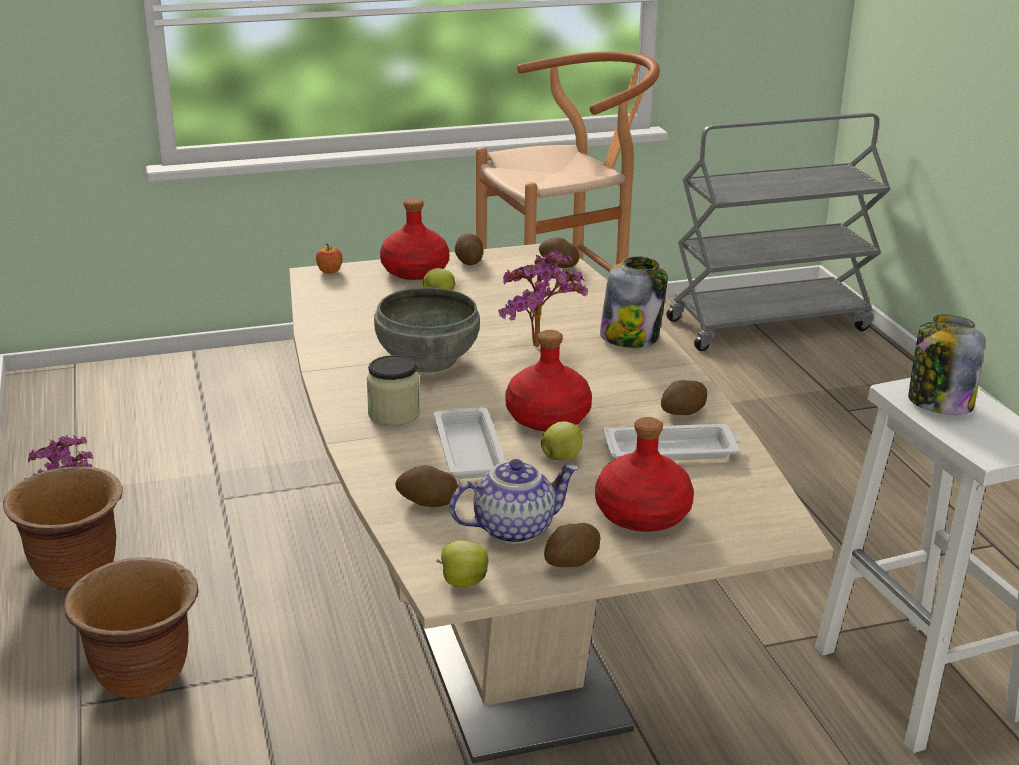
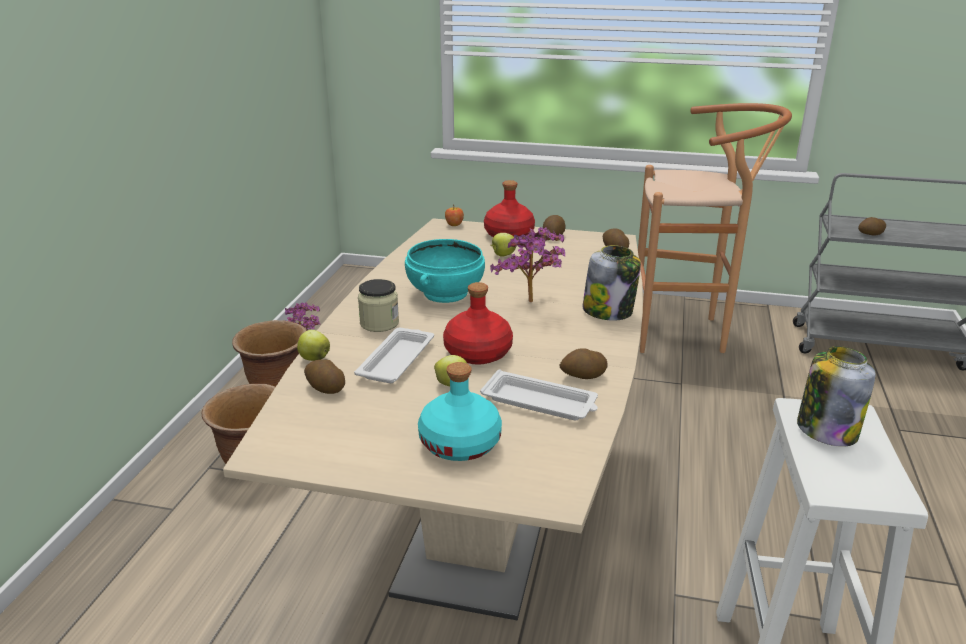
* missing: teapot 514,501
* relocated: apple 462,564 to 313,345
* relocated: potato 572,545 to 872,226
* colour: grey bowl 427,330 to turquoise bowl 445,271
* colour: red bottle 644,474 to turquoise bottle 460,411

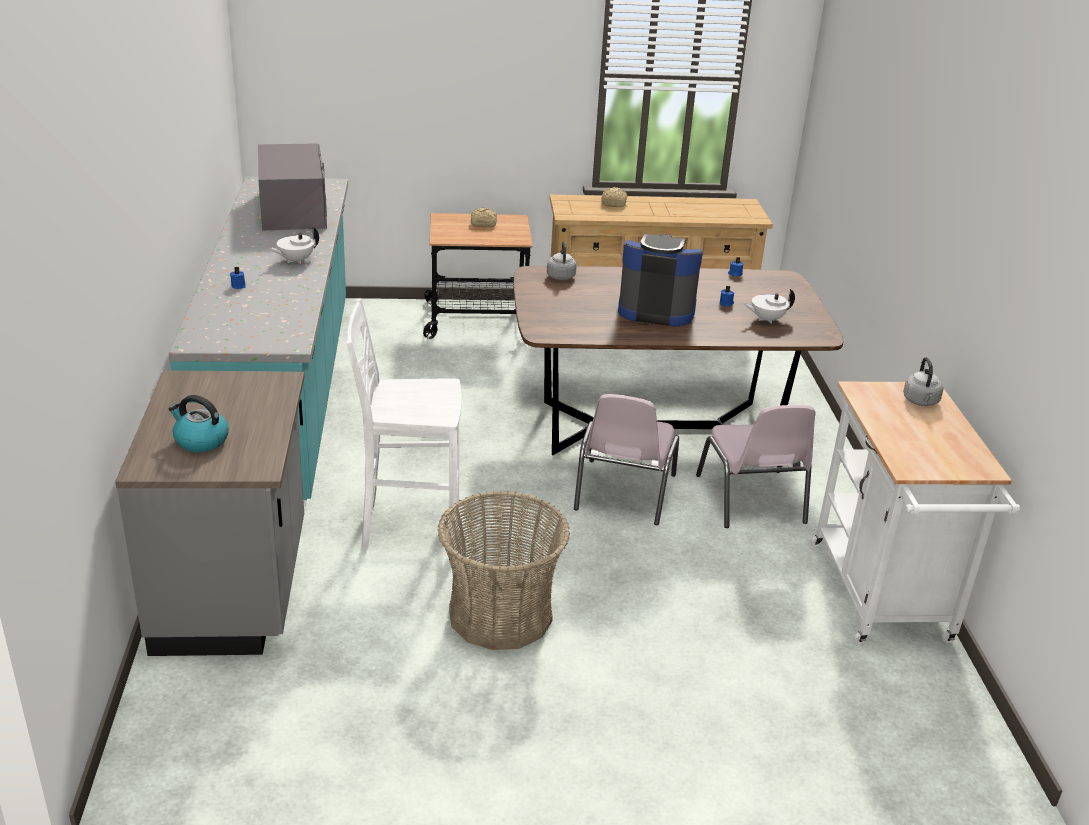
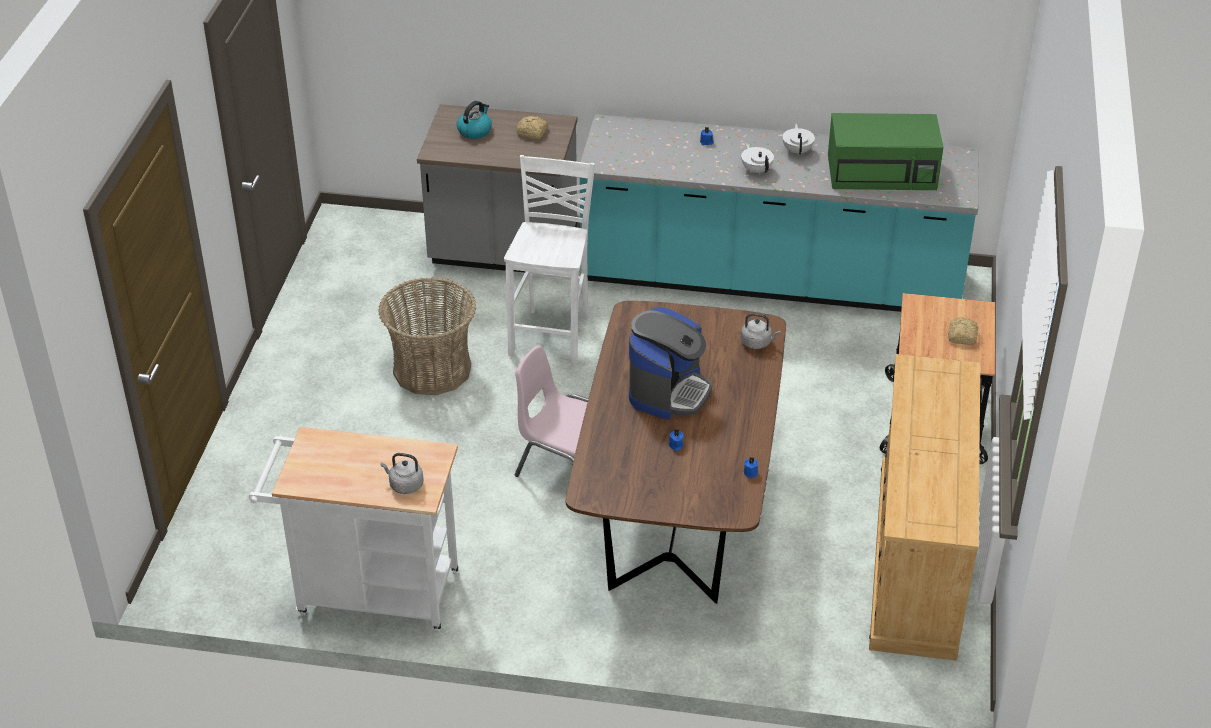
* missing: pink chair 755,466
* relocated: bread 614,197 to 532,127
* relocated: white teapot 769,306 to 798,139
* colour: grey microwave 292,187 to green microwave 885,151

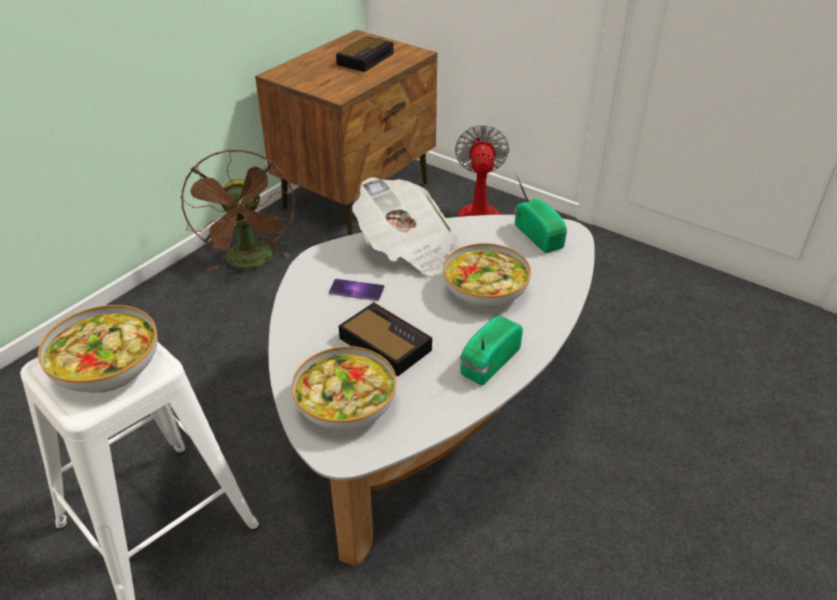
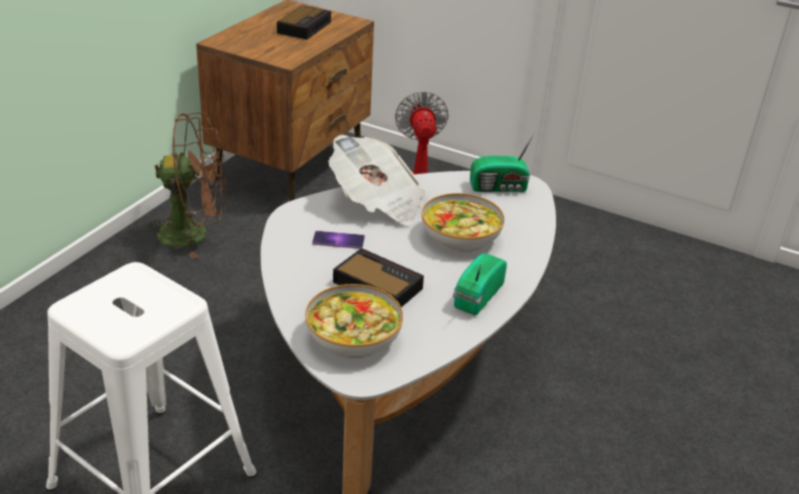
* missing: bowl 97,349
* spun: brown fan 237,210 = 186,185 75 degrees counterclockwise
* spun: radio 541,213 = 502,163 120 degrees clockwise

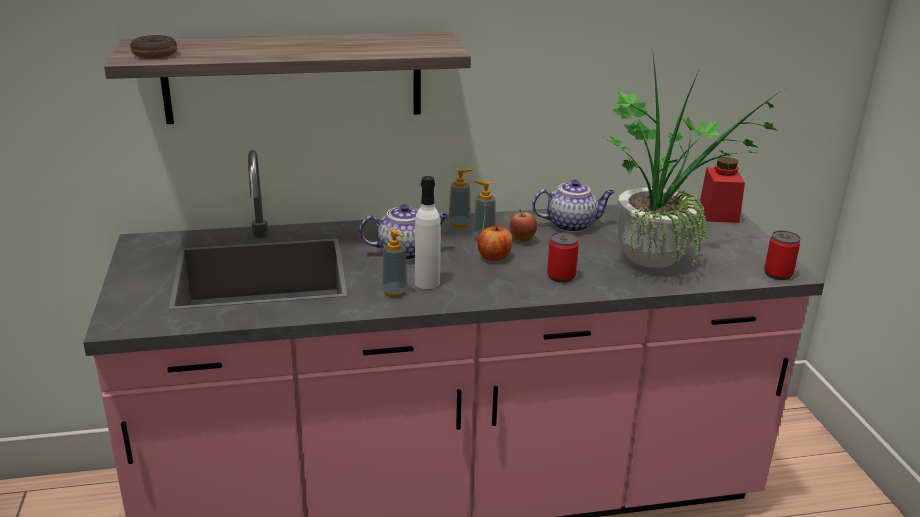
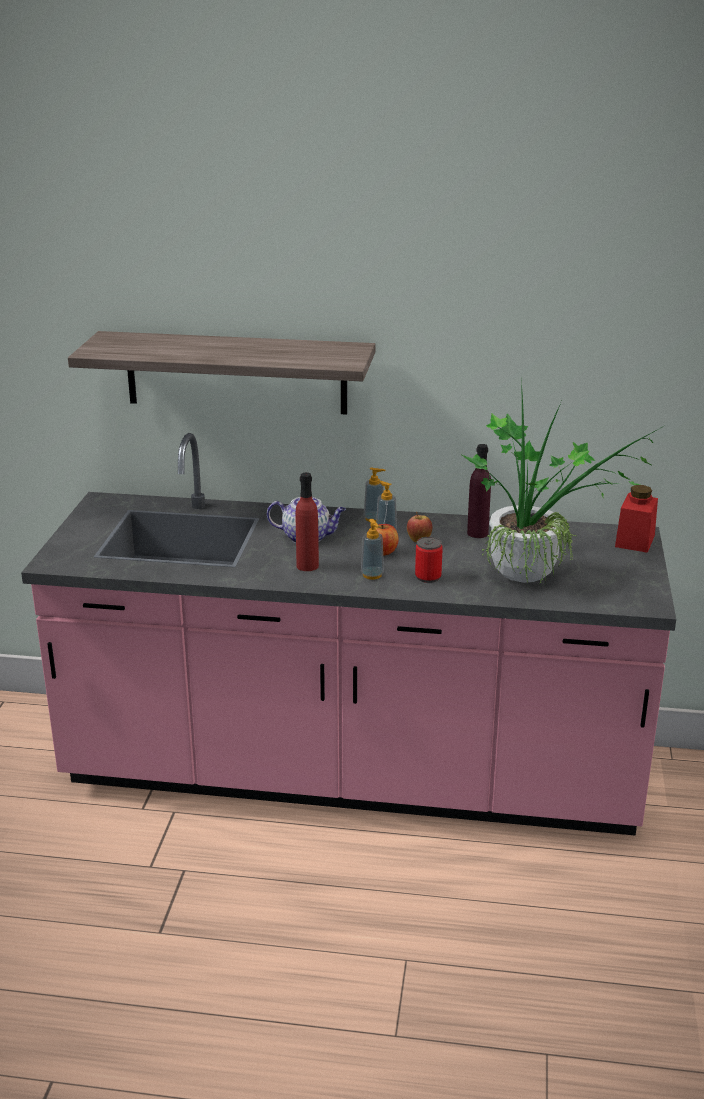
* missing: donut 153,46
* missing: can 782,255
* relocated: soap dispenser 395,262 to 372,549
* exchanged: teapot 573,206 to purple bottle 479,491
* colour: white bottle 428,232 to red bottle 307,522

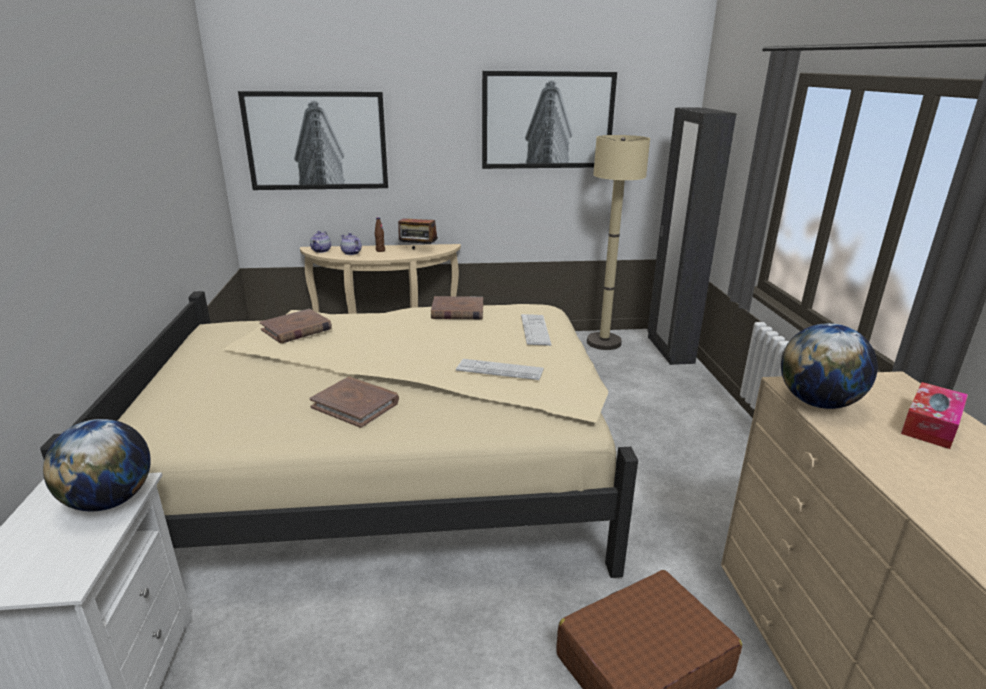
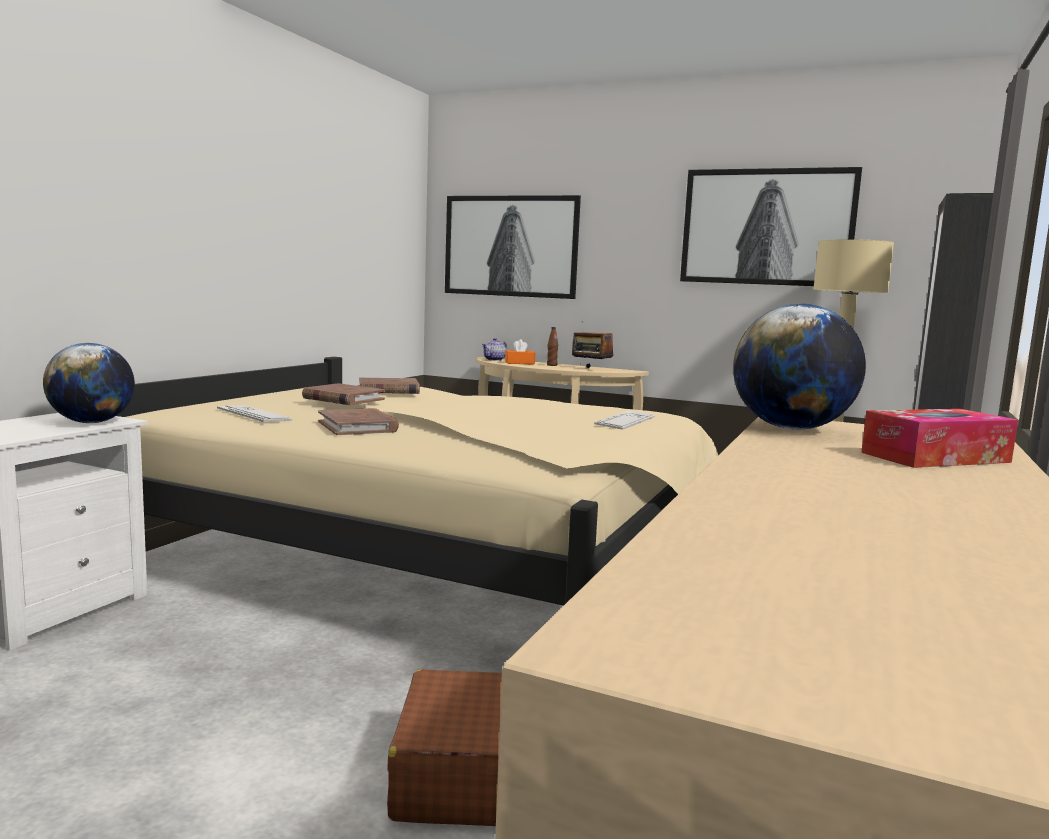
* relocated: brown book 457,307 to 343,394
* relocated: keyboard 500,369 to 254,413
* exchanged: teapot 351,244 to orange tissue box 520,352

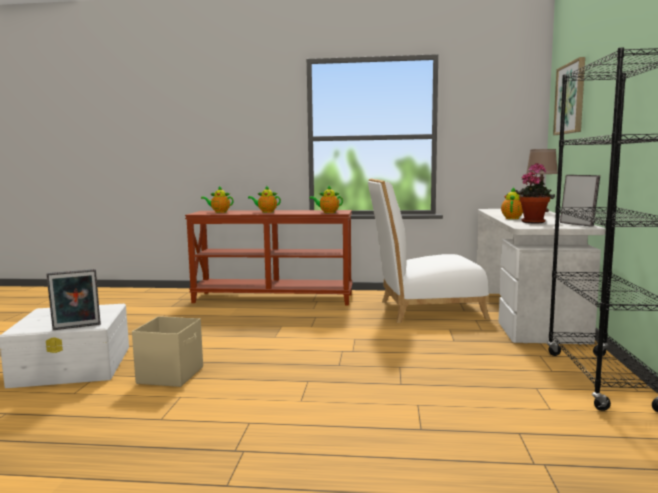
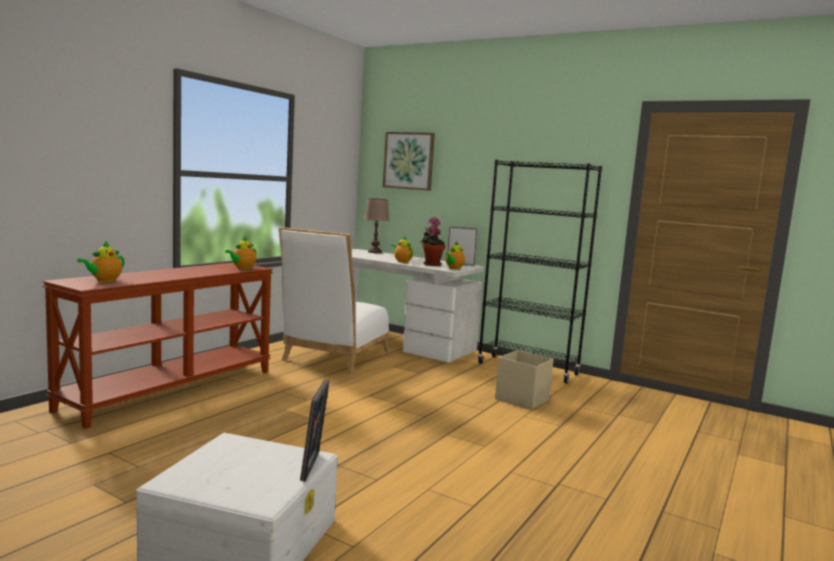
* relocated: beige storage box 167,351 to 524,380
* relocated: teapot 264,199 to 455,255

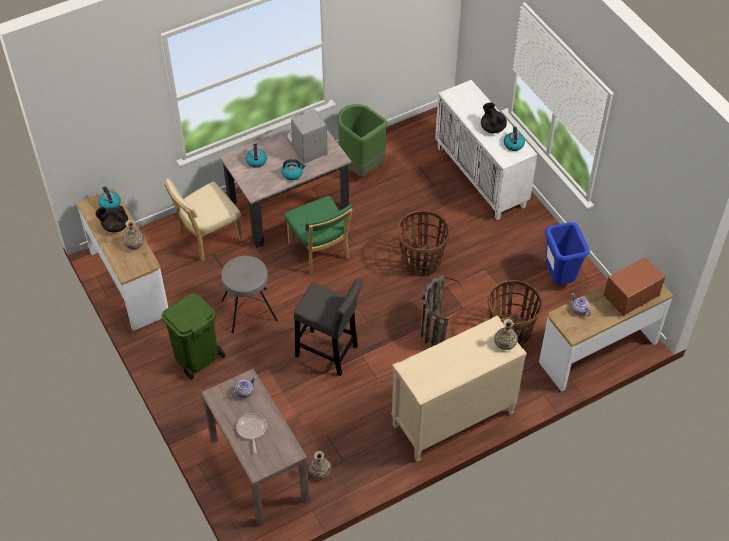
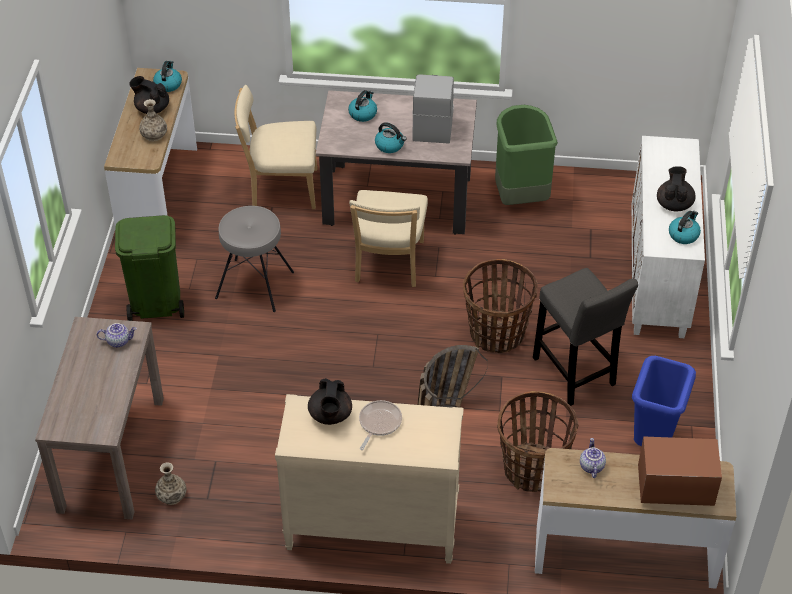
* missing: vase 506,334
* appeared: black teapot 330,401
* relocated: frying pan 251,433 to 380,425
* relocated: grey stool 328,327 to 585,337
* colour: green chair 319,235 to beige chair 388,238

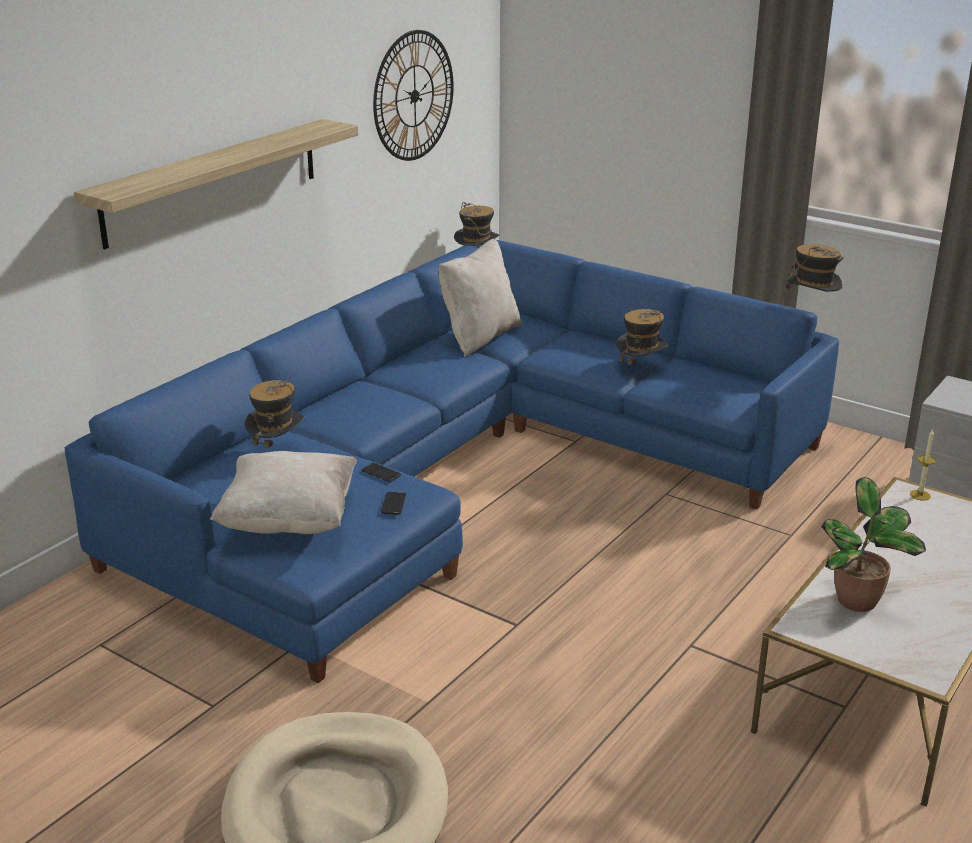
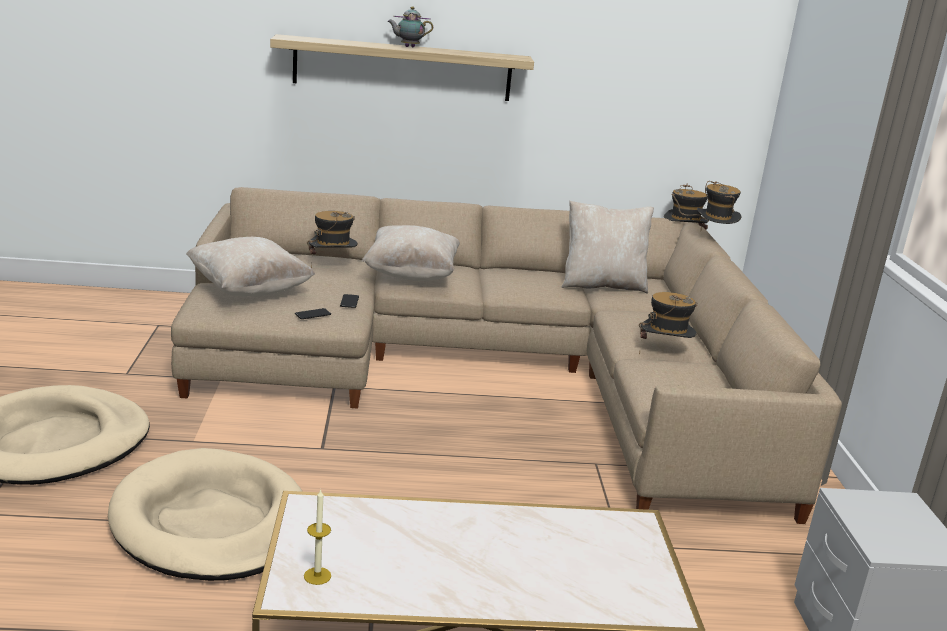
* missing: wall clock 413,95
* missing: potted plant 874,544
* appeared: beige dog bed 205,514
* appeared: beige pillow 411,253
* appeared: teapot 410,27
* relocated: hat 813,274 to 719,202
* relocated: candle 923,464 to 317,537
* colour: blue sofa 452,461 to beige sofa 506,355

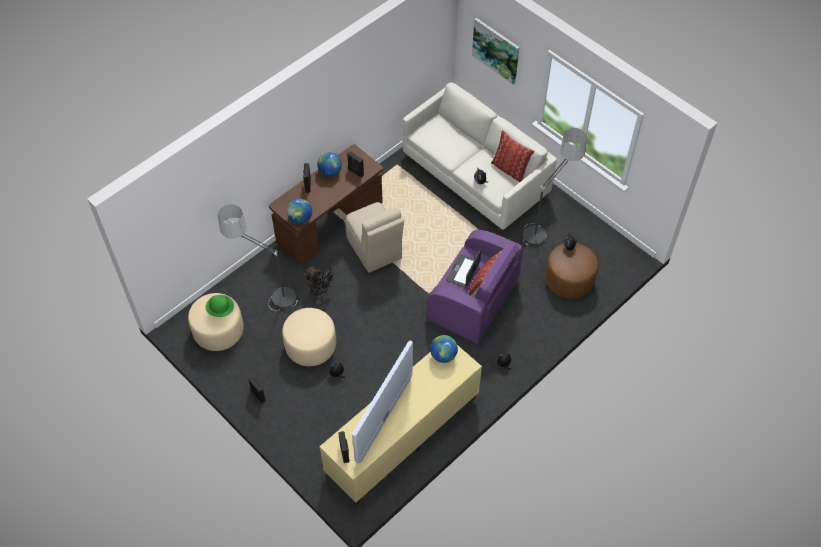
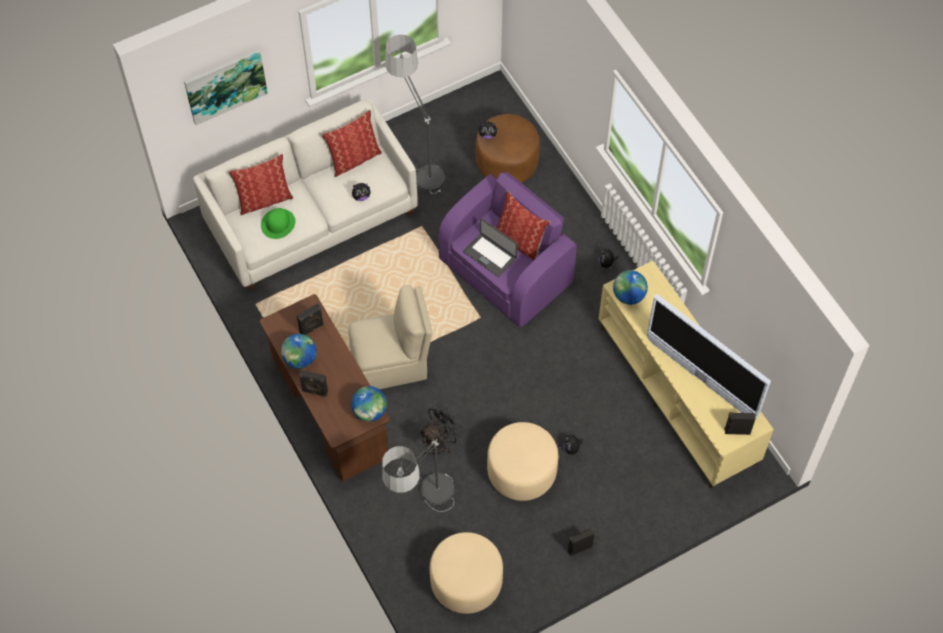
* appeared: pillow 260,184
* relocated: green hat 219,306 to 278,223

